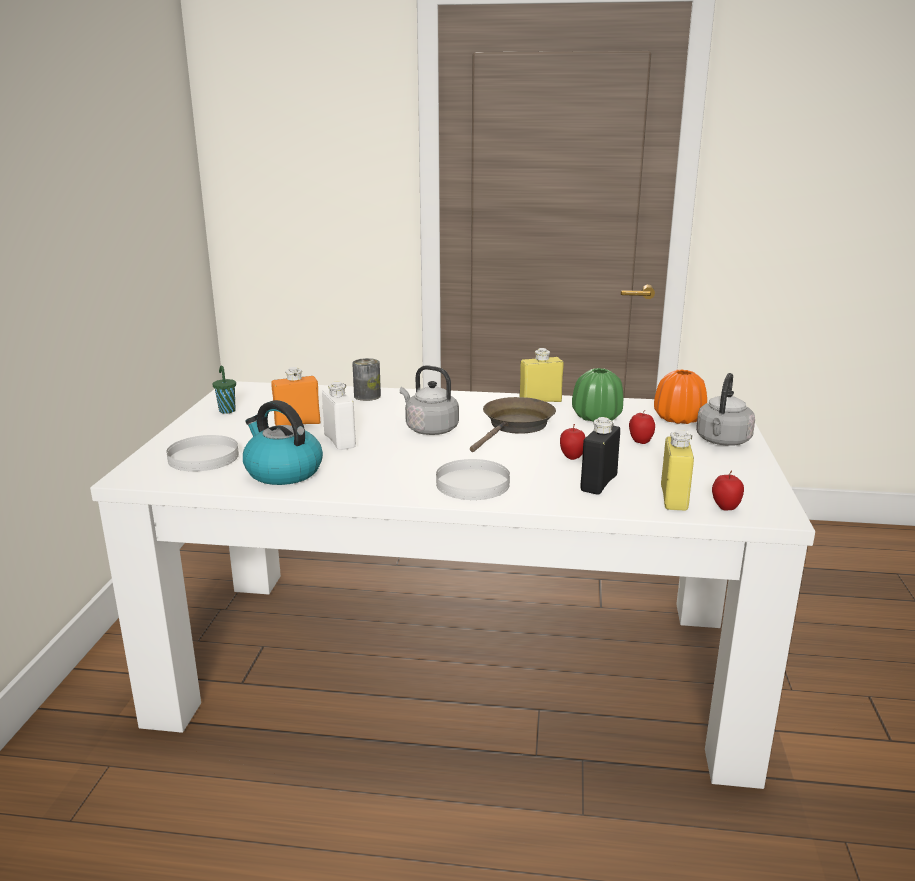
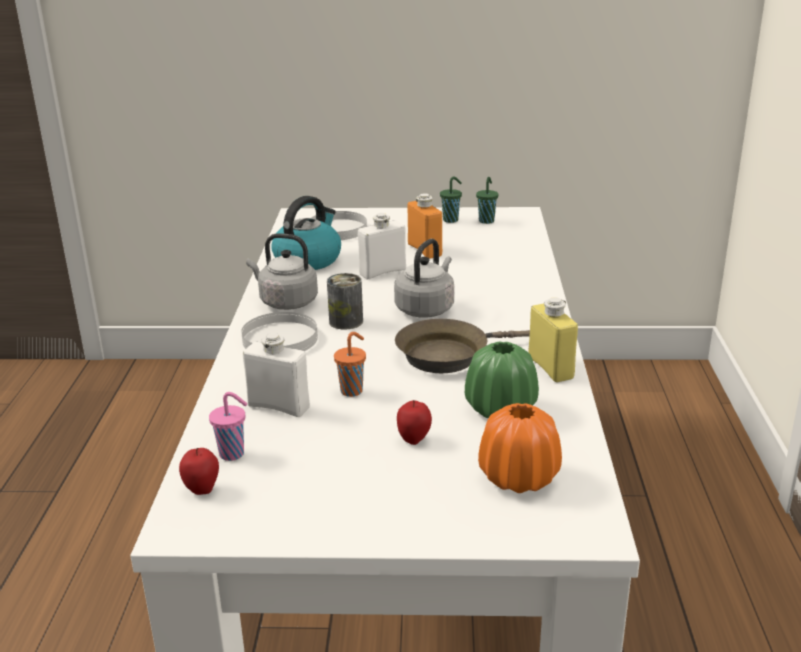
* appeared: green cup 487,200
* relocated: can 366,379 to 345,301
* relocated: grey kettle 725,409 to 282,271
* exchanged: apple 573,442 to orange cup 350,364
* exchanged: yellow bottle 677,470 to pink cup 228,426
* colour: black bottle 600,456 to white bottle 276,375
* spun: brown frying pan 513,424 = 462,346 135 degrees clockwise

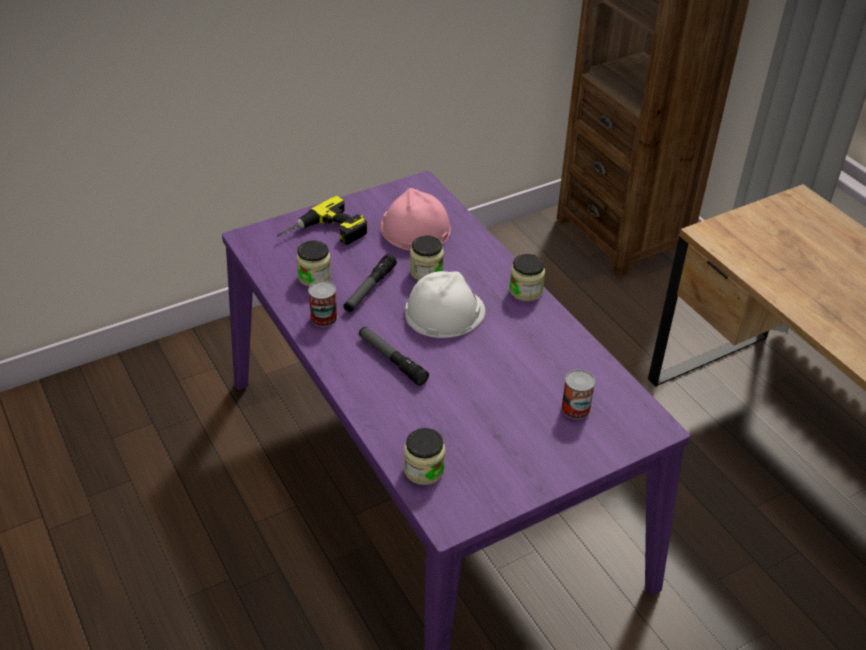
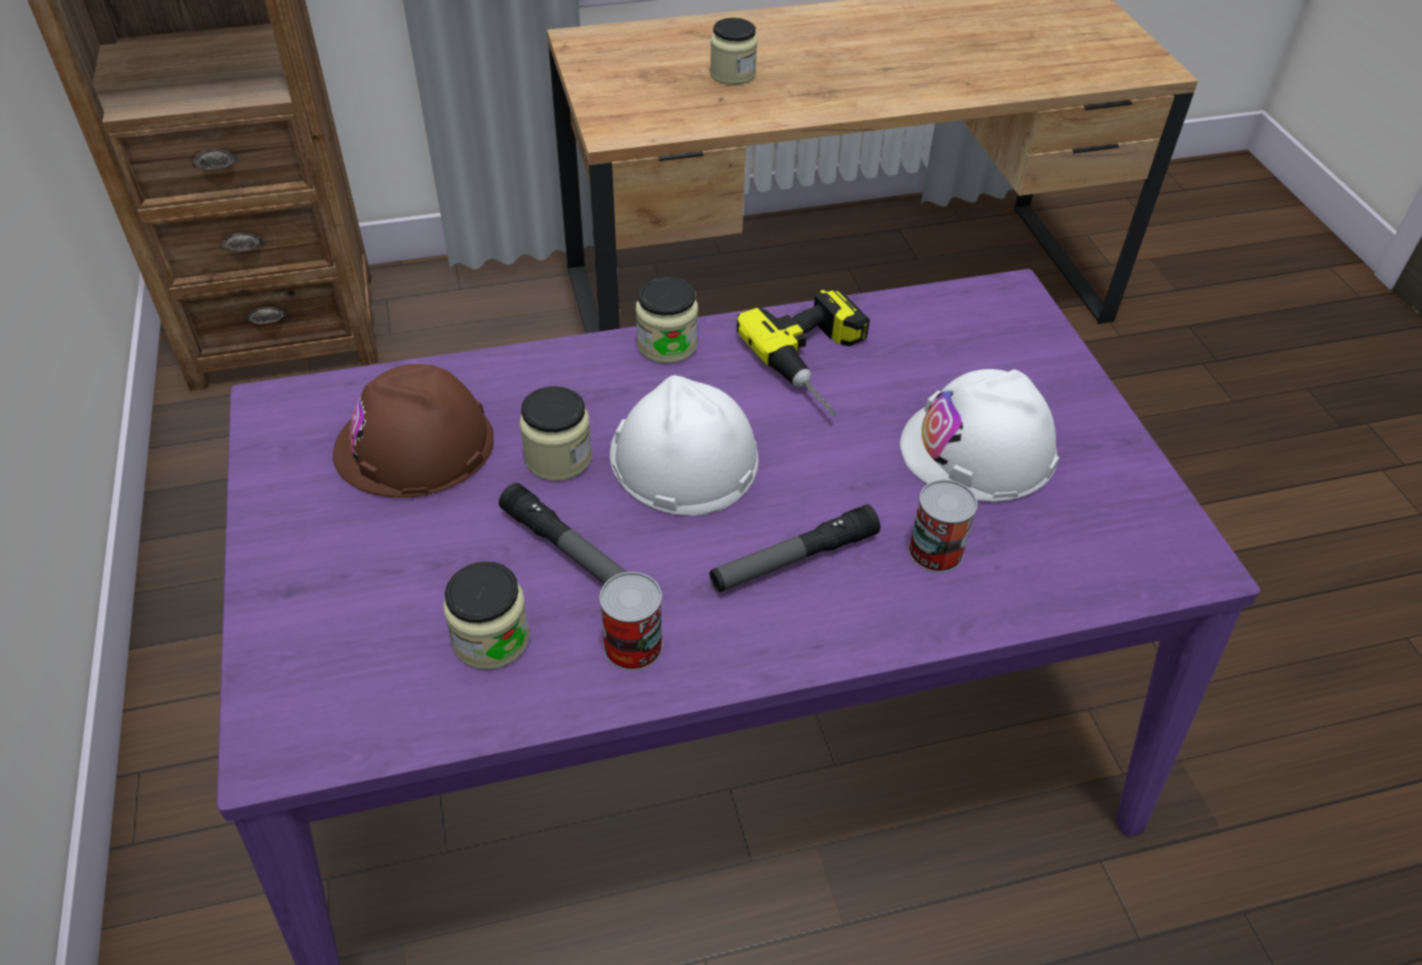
* appeared: white hard hat 979,435
* relocated: power drill 322,220 to 803,352
* relocated: jar 424,456 to 734,51
* relocated: can 578,394 to 942,526
* colour: pink hard hat 415,219 to brown hard hat 413,431

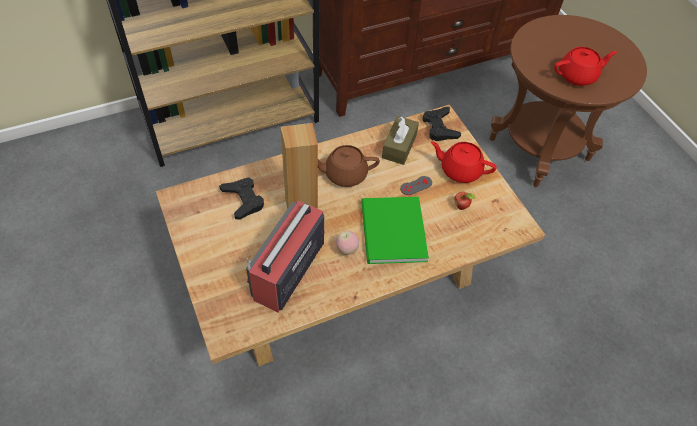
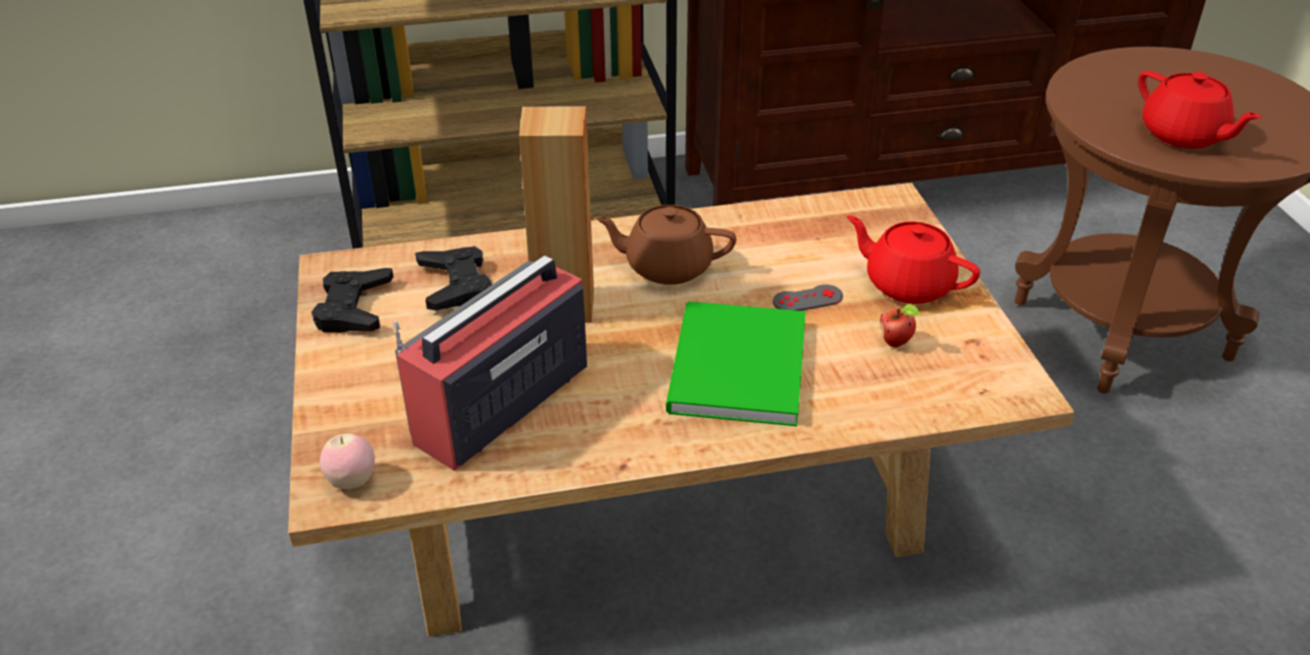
* missing: brown tissue box 400,140
* relocated: apple 347,243 to 347,461
* relocated: black game controller 442,124 to 352,300
* spun: red teapot 585,66 = 1200,110 60 degrees clockwise

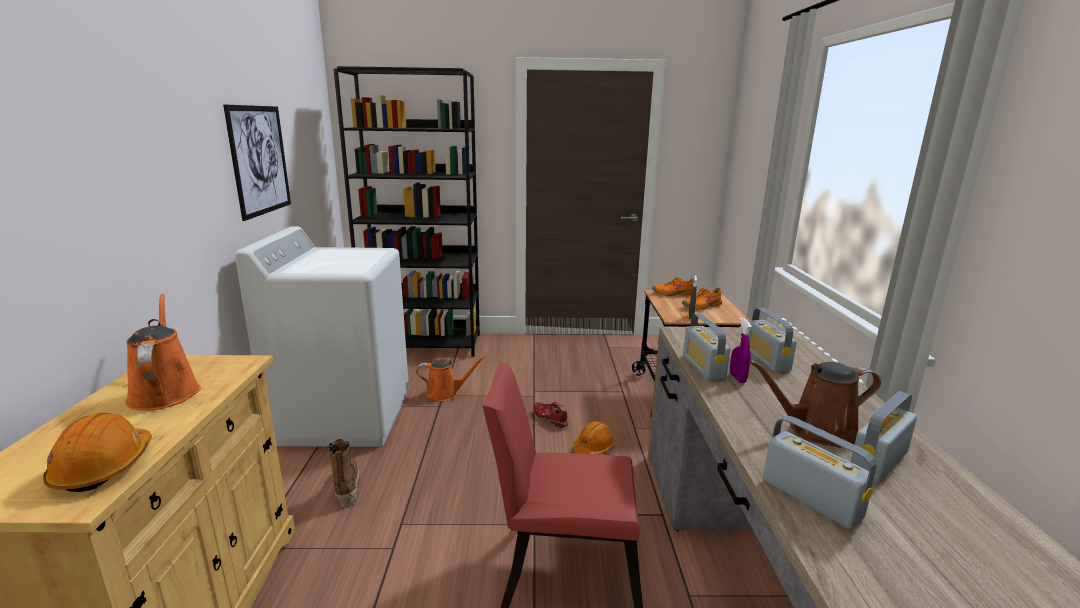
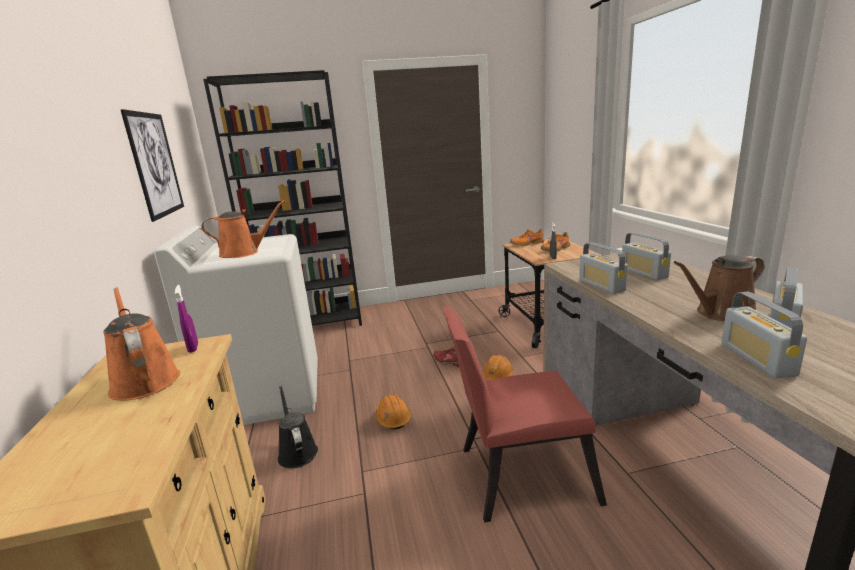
* relocated: orange hard hat 97,452 to 393,412
* relocated: orange watering can 451,378 to 243,229
* relocated: purple spray bottle 741,350 to 186,319
* exchanged: boot 342,473 to black watering can 298,426
* spun: radio 820,472 = 764,335 135 degrees counterclockwise

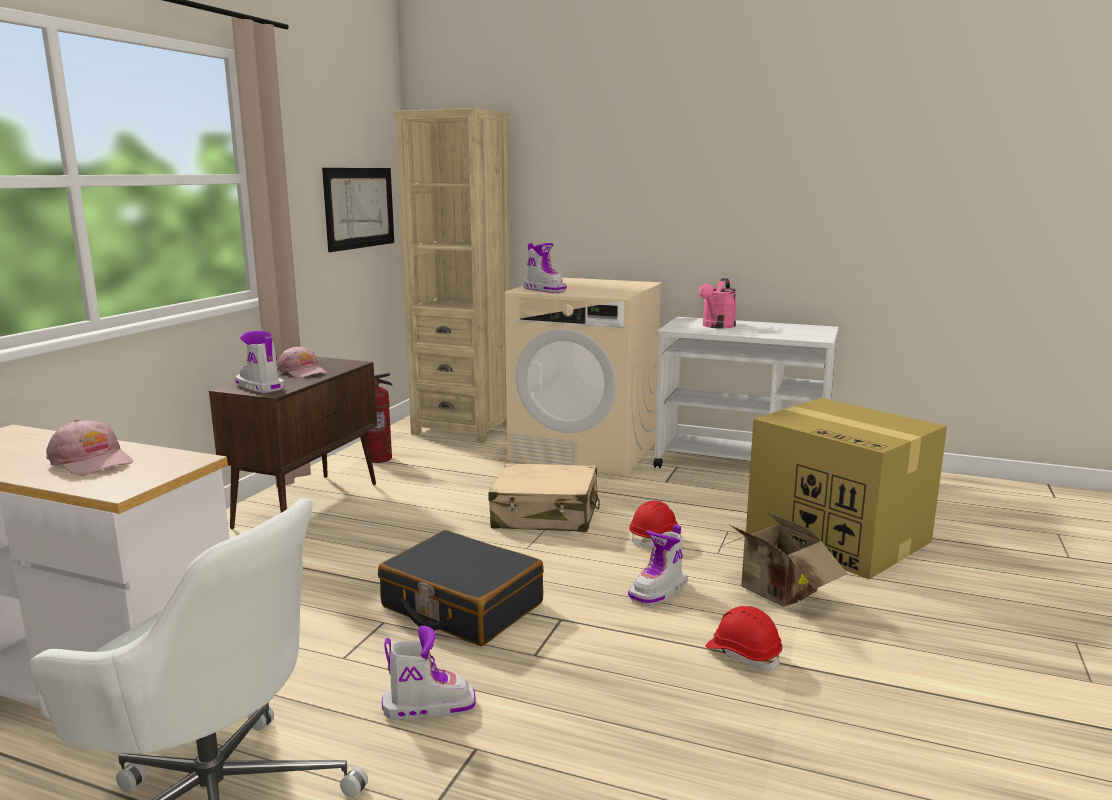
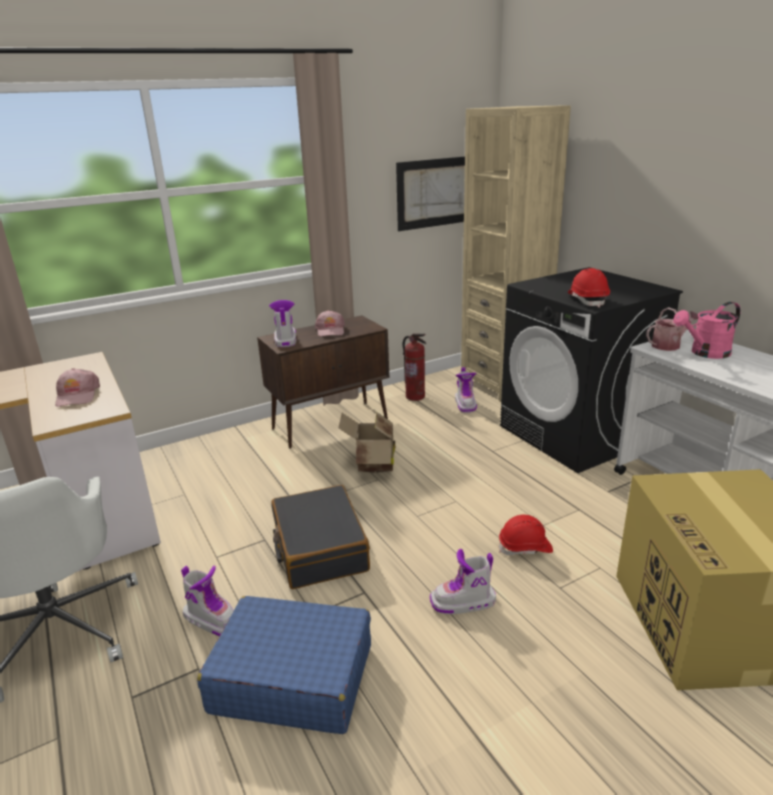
* missing: beige suitcase 544,497
* appeared: blue suitcase 284,665
* appeared: watering can 672,329
* relocated: boot 545,268 to 466,390
* relocated: red hard hat 744,639 to 589,288
* relocated: cardboard box 785,559 to 367,442
* colour: beige washing machine 583,377 to black washing machine 591,370

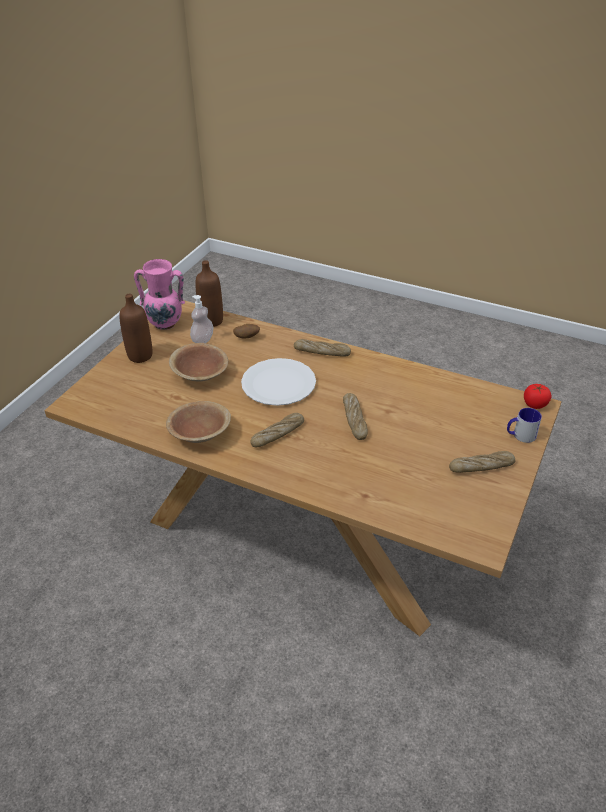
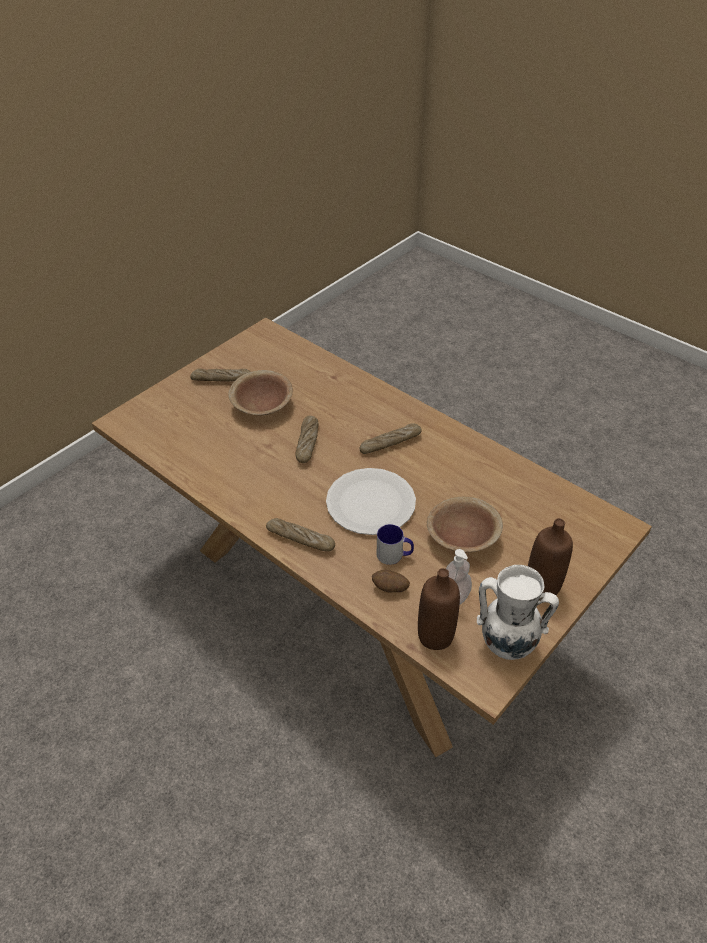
* missing: tomato 537,396
* relocated: brown bowl 198,422 to 260,392
* relocated: mug 524,425 to 395,544
* colour: pink vase 159,294 to white vase 518,612

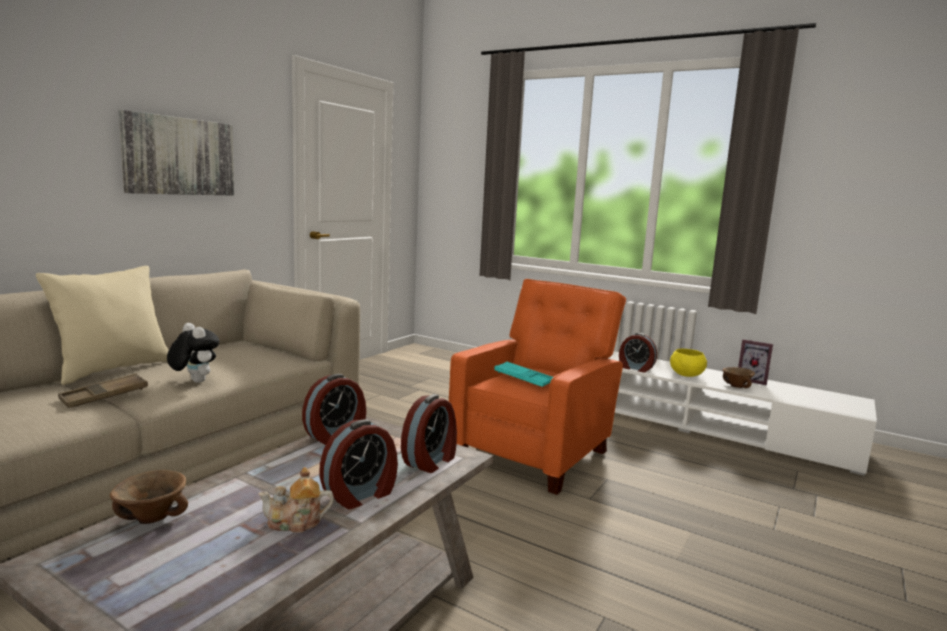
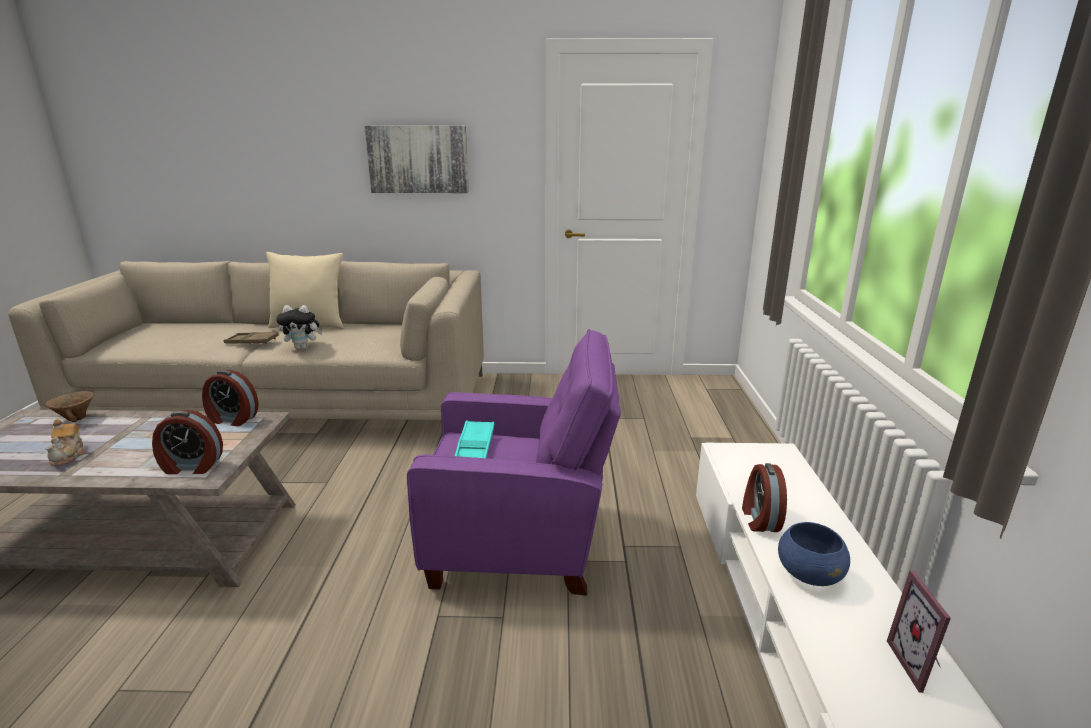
* missing: alarm clock 358,464
* missing: brown bowl 738,377
* colour: orange armchair 537,387 to purple armchair 514,462
* colour: yellow bowl 688,363 to blue bowl 814,554
* spun: plush toy 193,353 = 299,327 75 degrees clockwise
* spun: teapot 296,500 = 65,442 150 degrees counterclockwise

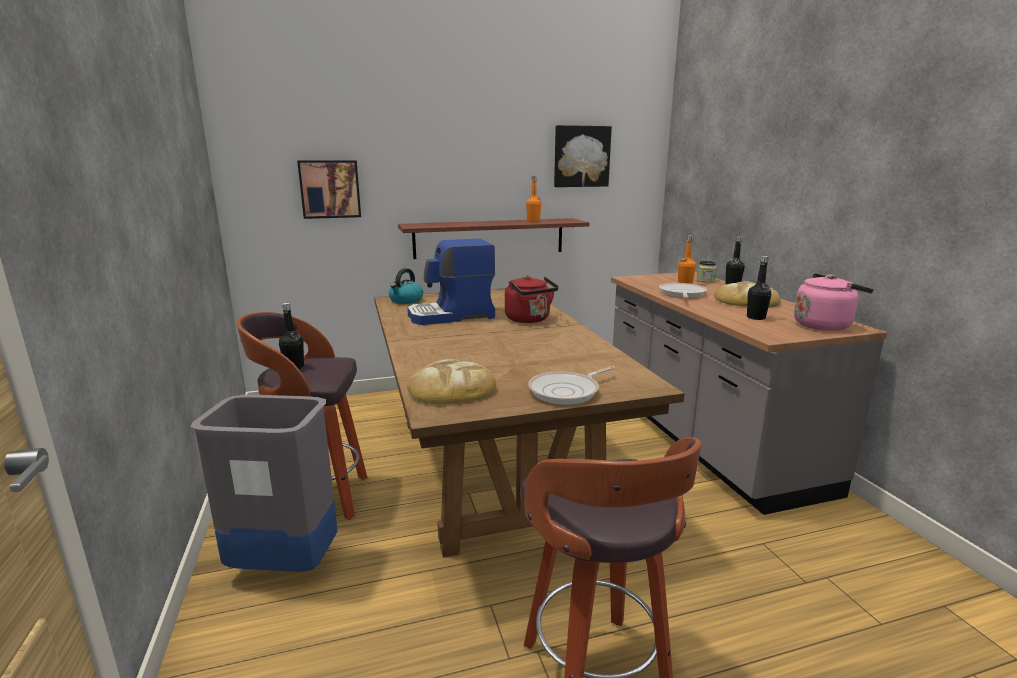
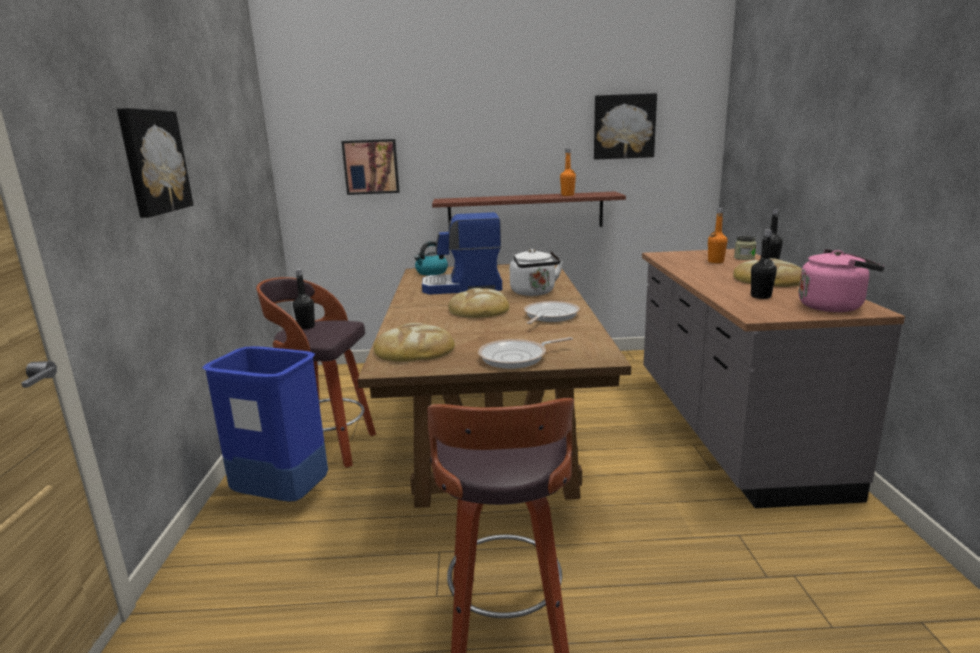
* appeared: picture 155,163
* appeared: bread 478,303
* relocated: frying pan 683,290 to 552,312
* colour: grey trash can 264,483 to blue trash can 265,424
* colour: red kettle 532,299 to white kettle 536,272

